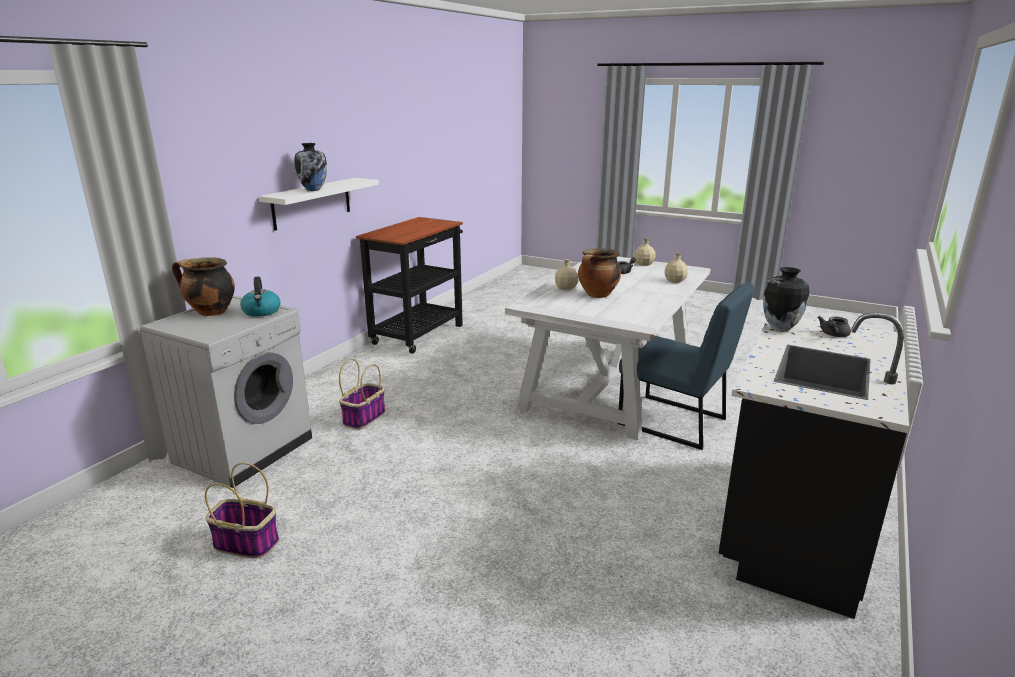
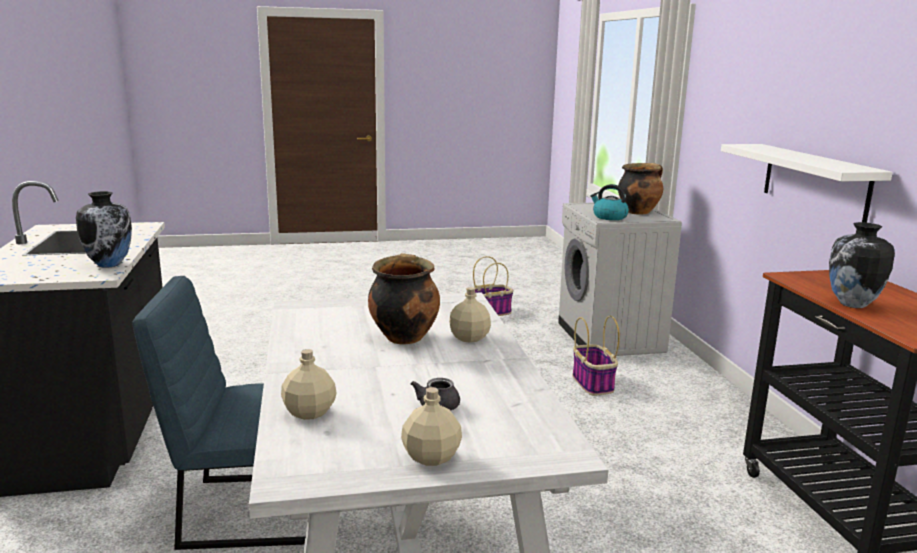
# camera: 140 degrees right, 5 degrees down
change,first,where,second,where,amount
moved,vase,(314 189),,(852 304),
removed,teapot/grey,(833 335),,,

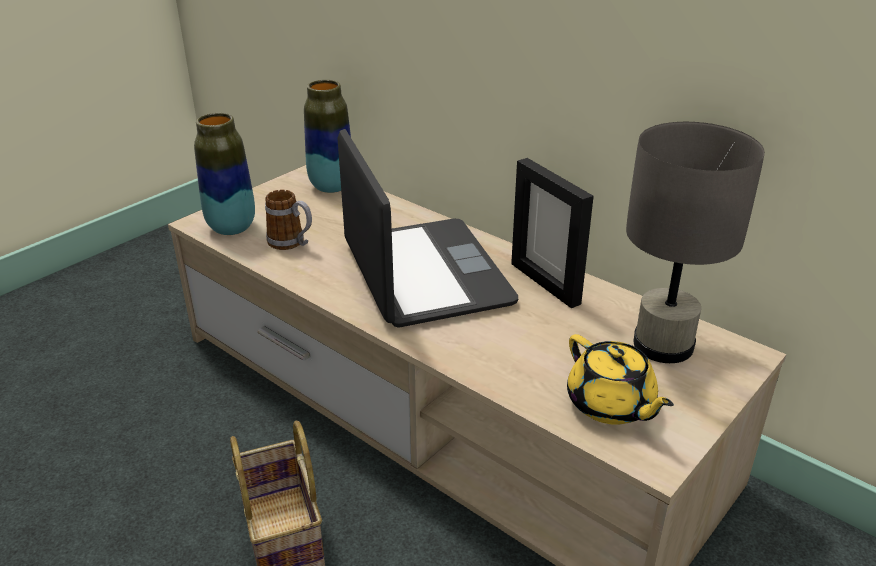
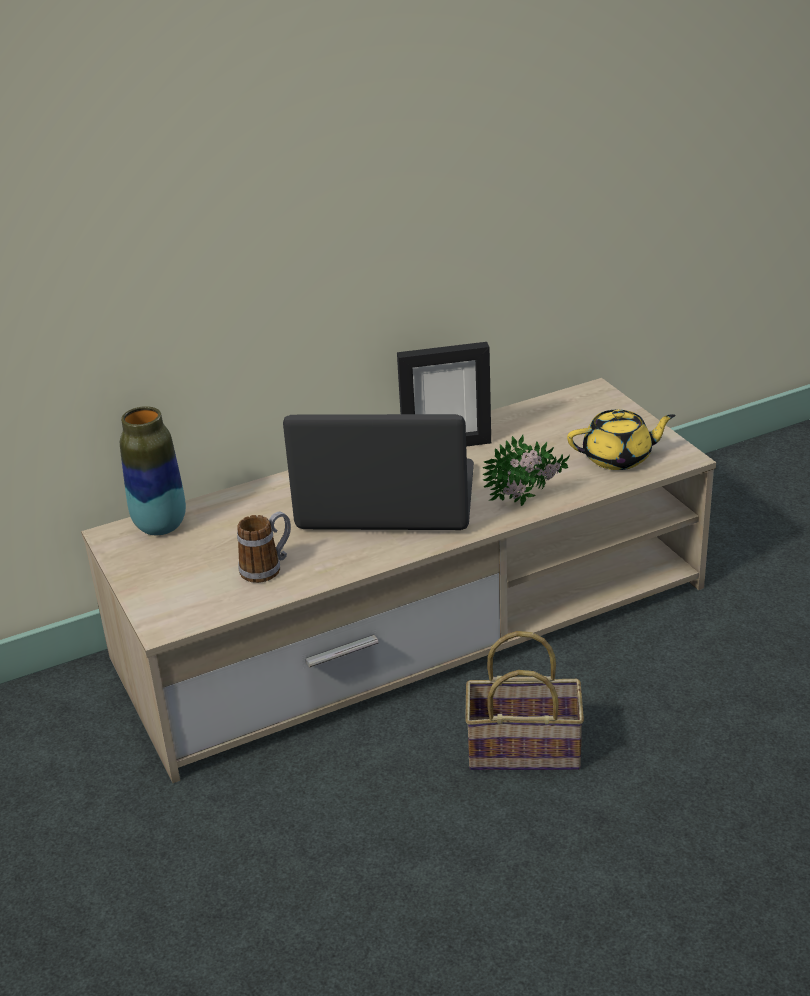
# camera: 65 degrees left, 0 degrees up
change,first,where,second,where,amount
removed,vase,(231 228),,,
removed,table lamp/grey,(664 346),,,
added,,,potted plant,(528 501),

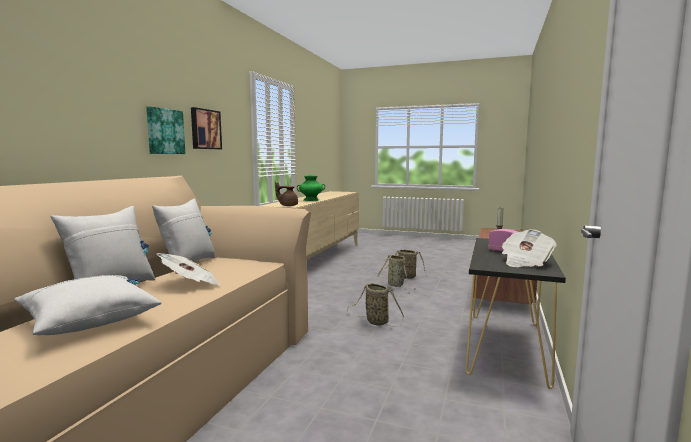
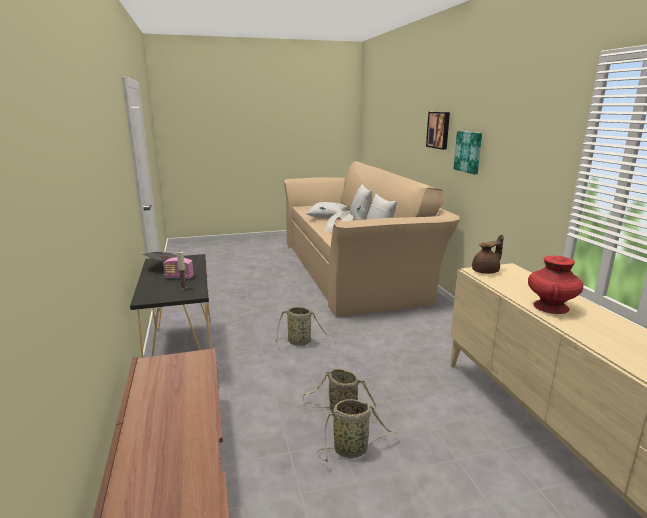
# camera: 145 degrees right, 10 degrees up
change,first,where,second,where,amount
moved,picture,(205 129),,(439 130),
recoloured,vase/green,(311 200),vase/red,(551 307),

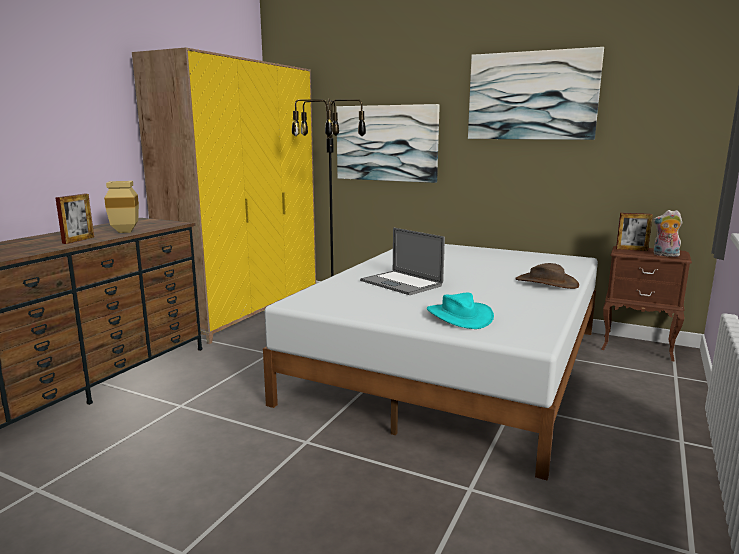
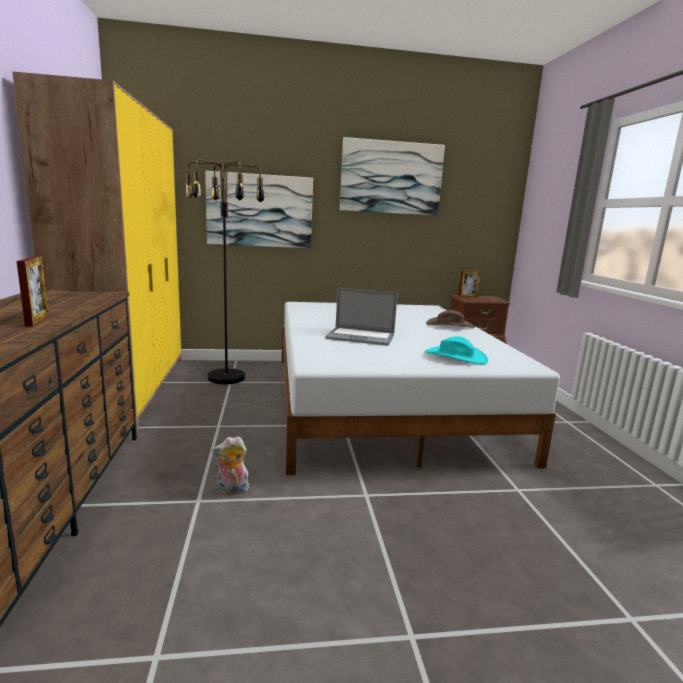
# camera: 35 degrees left, 0 degrees up
change,first,where,second,where,amount
removed,vase/beige,(127 231),,,
moved,plush toy,(665 255),,(232 490),

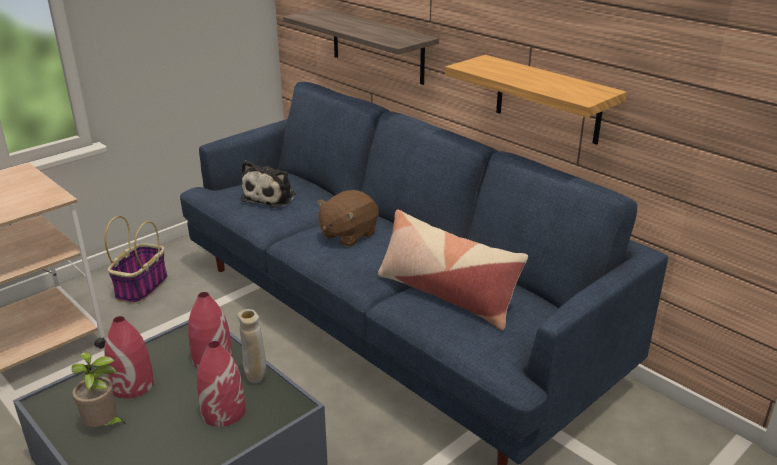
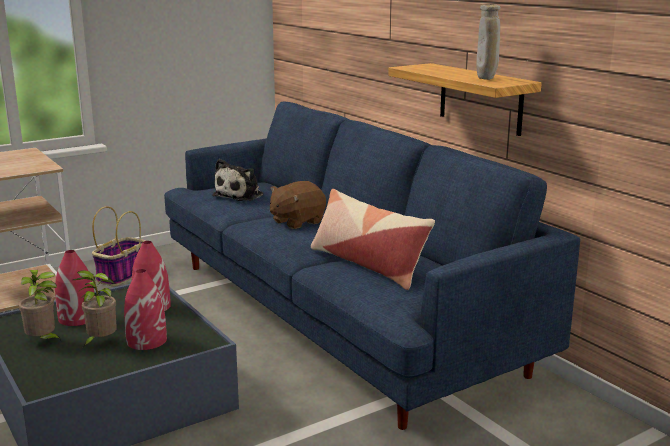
# camera: 10 degrees right, 10 degrees down
change,first,where,second,where,amount
moved,vase/beige,(256 378),,(486 79),
removed,shelf,(377 46),,,
added,,,potted plant,(100 342),

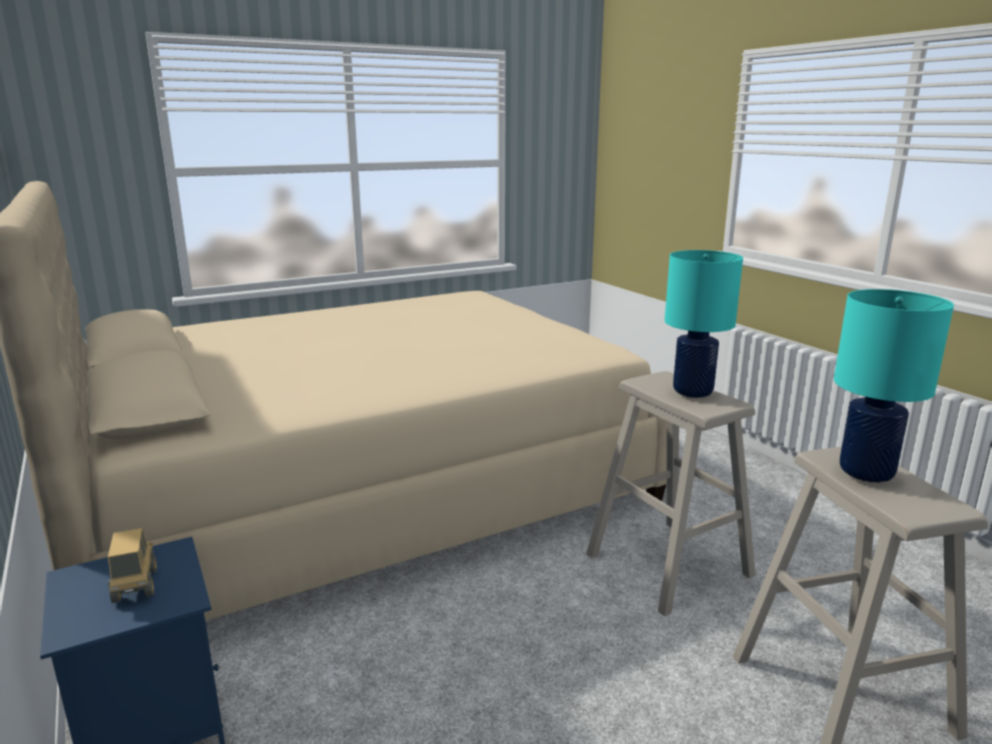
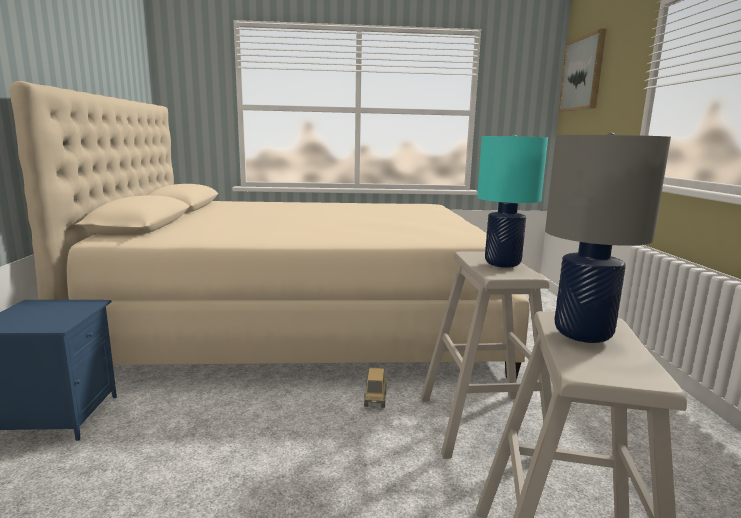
# camera: 25 degrees right, 5 degrees down
change,first,where,second,where,amount
moved,toy truck,(135 586),,(375 400),
recoloured,table lamp/turquoise,(865 475),table lamp/grey,(581 336),
added,,,picture,(582 74),

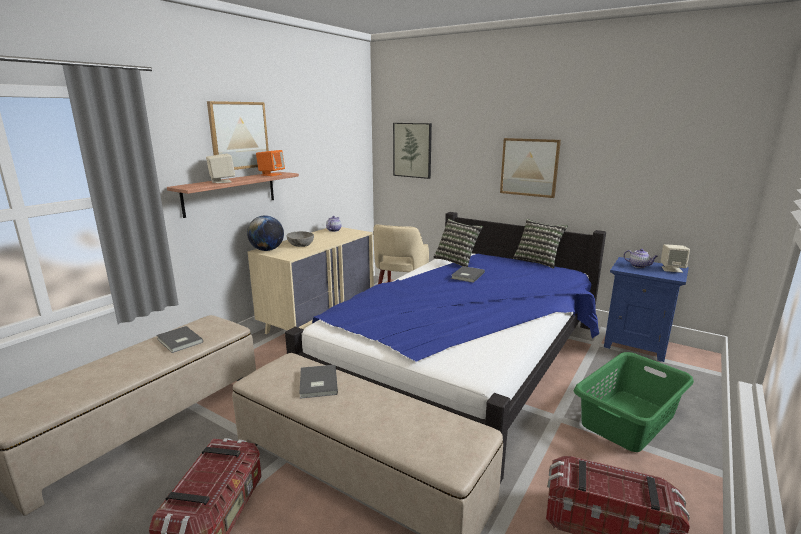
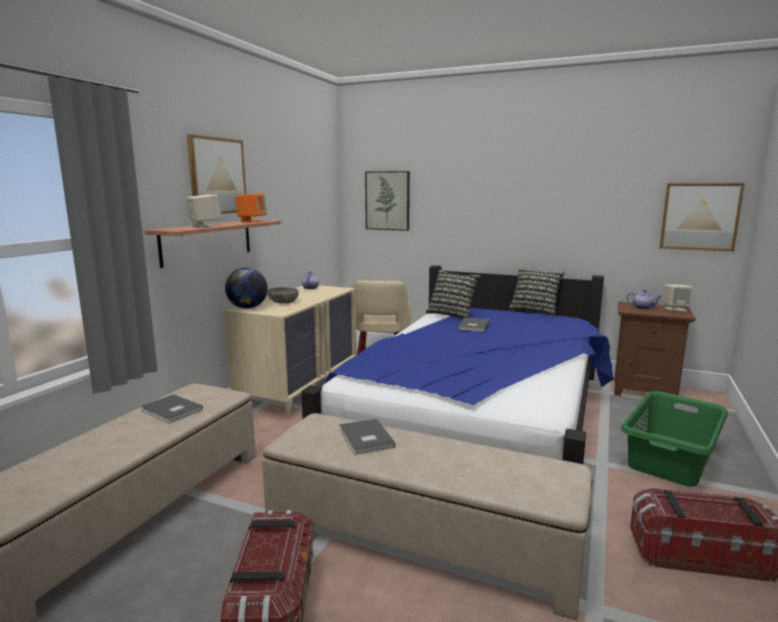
# camera: 10 degrees left, 5 degrees down
change,first,where,second,where,amount
moved,picture,(529 167),,(699 216),
recoloured,nightstand/blue,(636 346),nightstand/brown,(645 391),

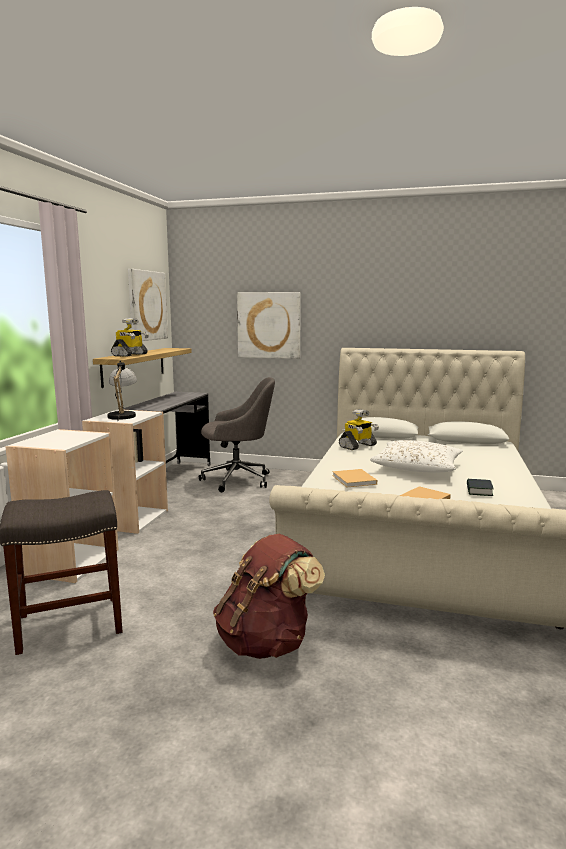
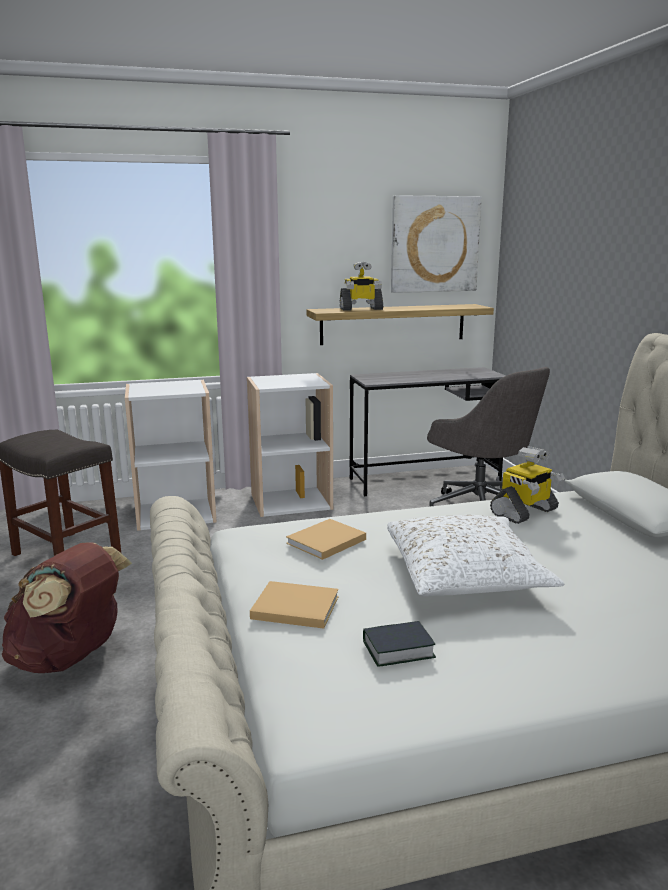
# camera: 60 degrees right, 5 degrees up
change,first,where,second,where,amount
removed,table lamp,(123 415),,,
removed,picture,(269 325),,,
turned,toy robot,(358 446),,(524 512),60 degrees counterclockwise

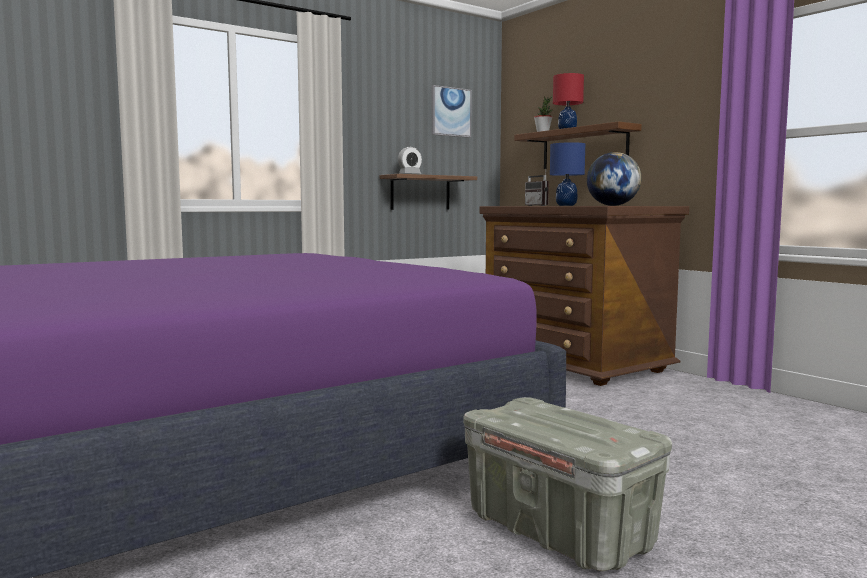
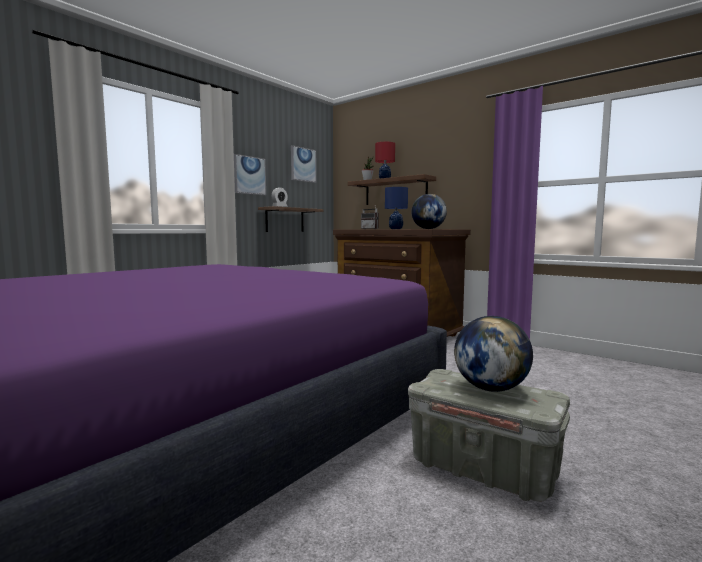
# camera: 15 degrees left, 0 degrees up
change,first,where,second,where,amount
added,,,picture,(249 175),
added,,,globe,(490 388),

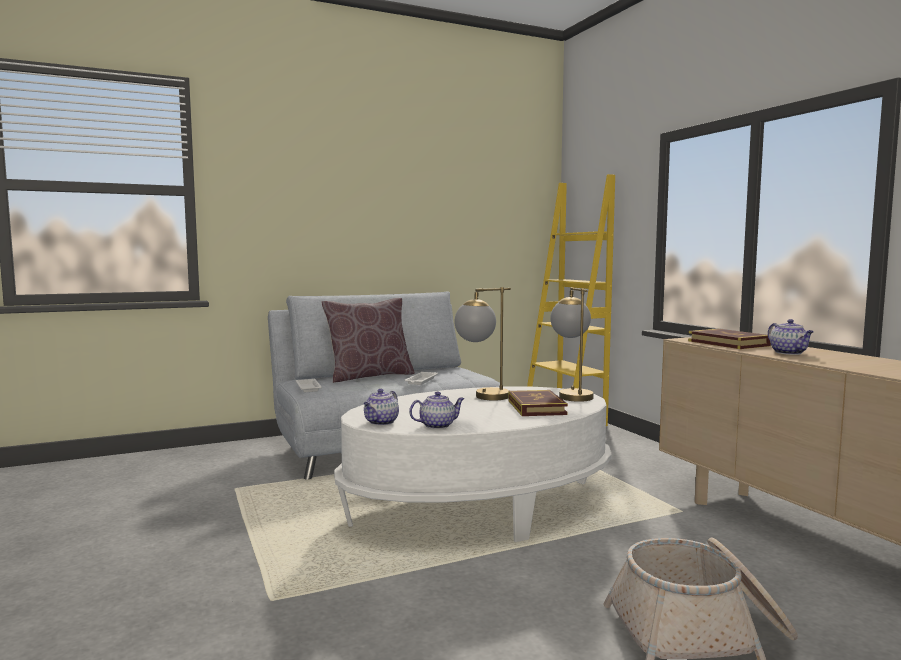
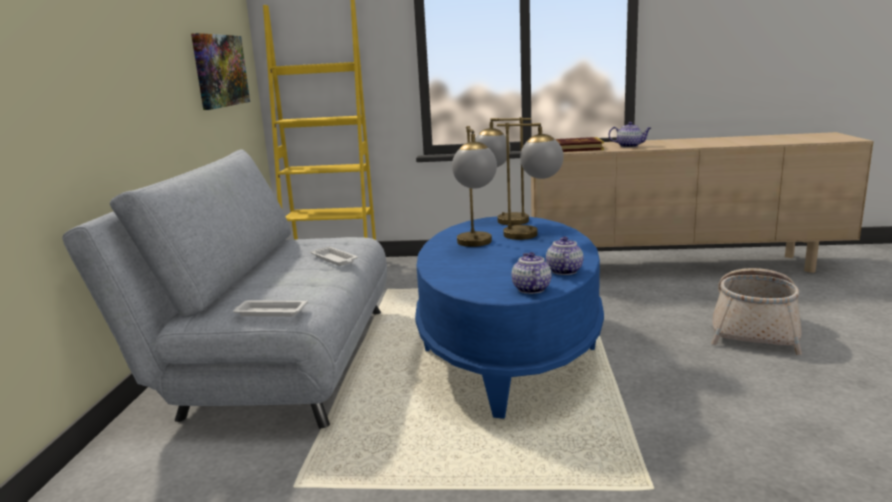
# camera: 60 degrees left, 10 degrees up
change,first,where,second,where,amount
removed,pillow/brown,(369 376),,,
recoloured,coffee table/white,(479 507),coffee table/blue,(509 348),
turned,teapot,(381 422),,(530 289),150 degrees counterclockwise
replaced,book,(536 407),table lamp,(533 235),
added,,,picture,(220 71),

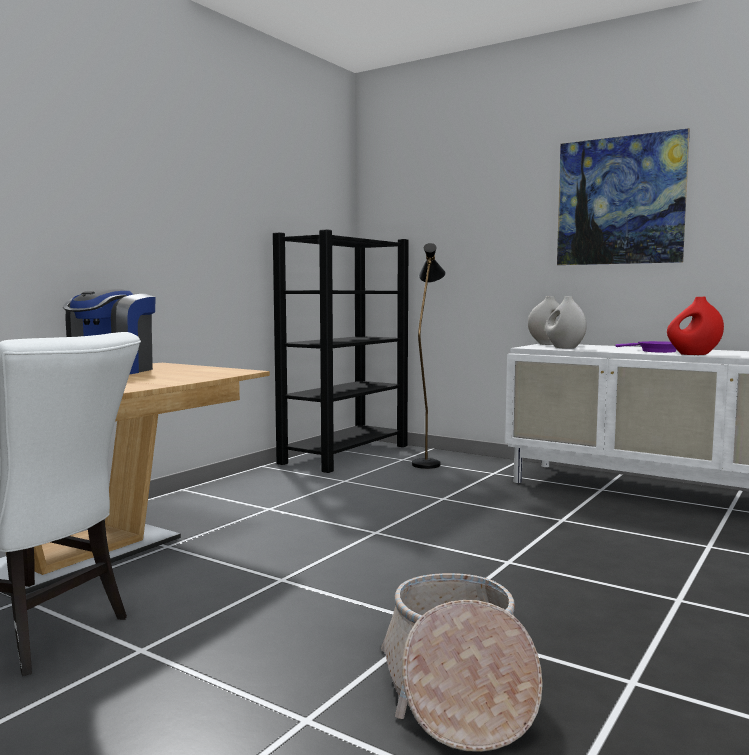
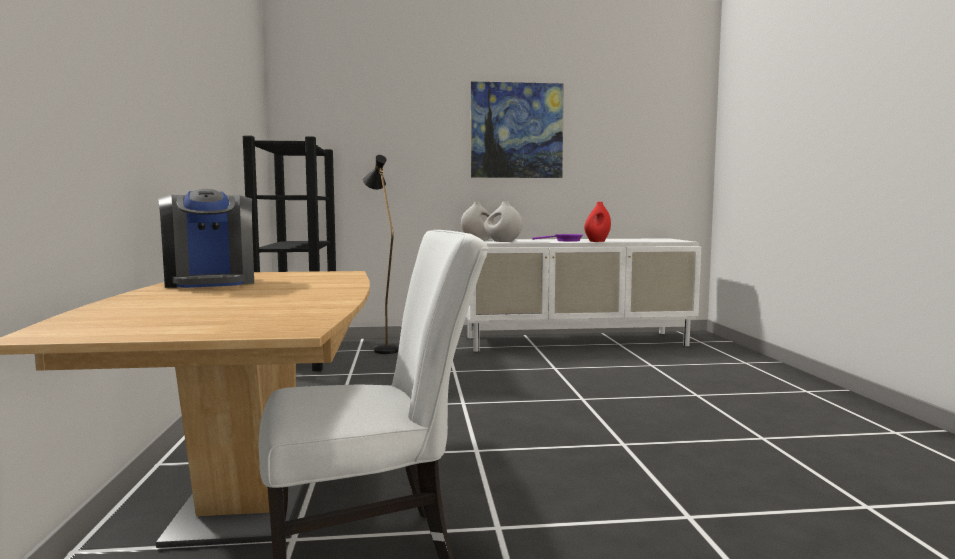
# camera: 40 degrees left, 0 degrees up
change,first,where,second,where,amount
removed,basket,(457 692),,,

